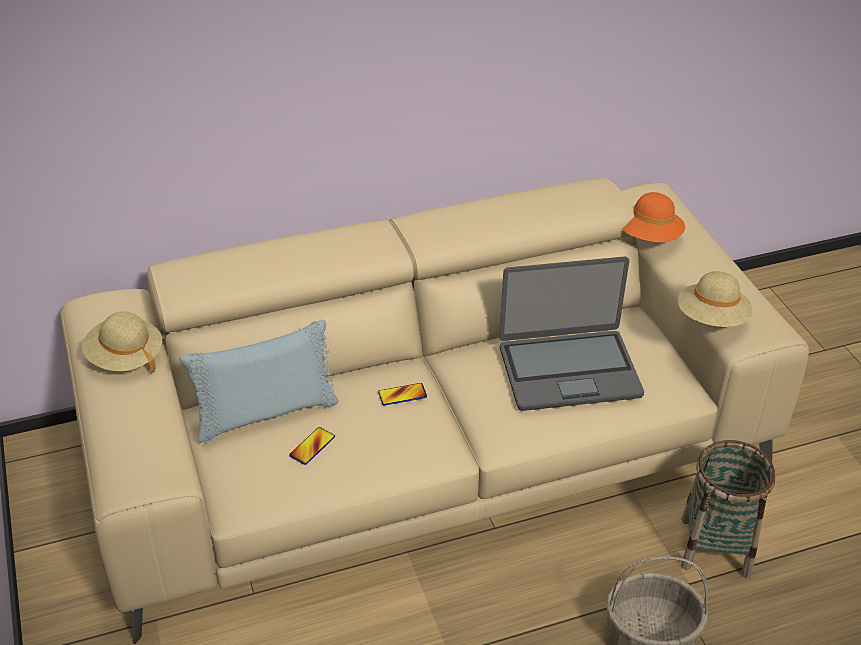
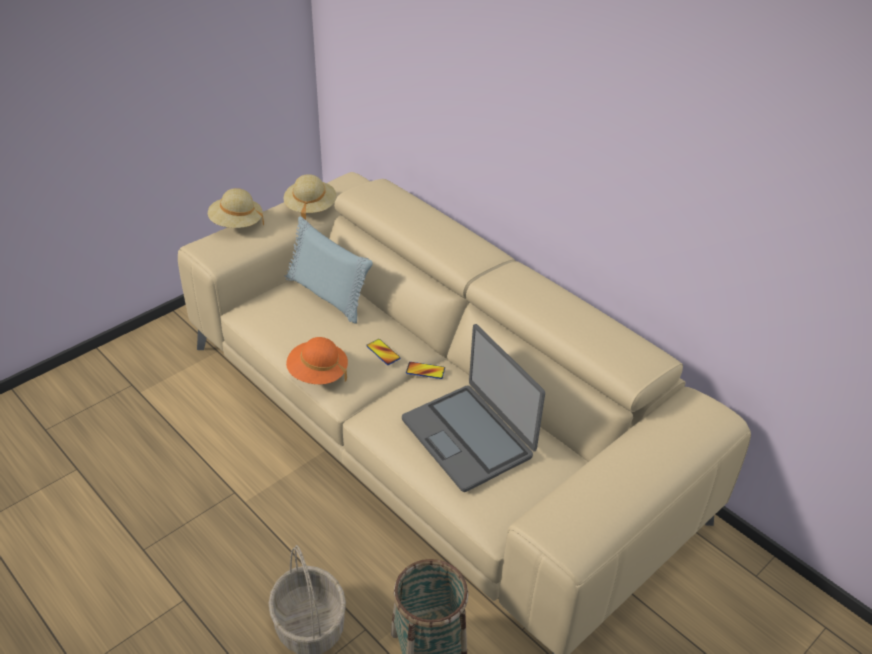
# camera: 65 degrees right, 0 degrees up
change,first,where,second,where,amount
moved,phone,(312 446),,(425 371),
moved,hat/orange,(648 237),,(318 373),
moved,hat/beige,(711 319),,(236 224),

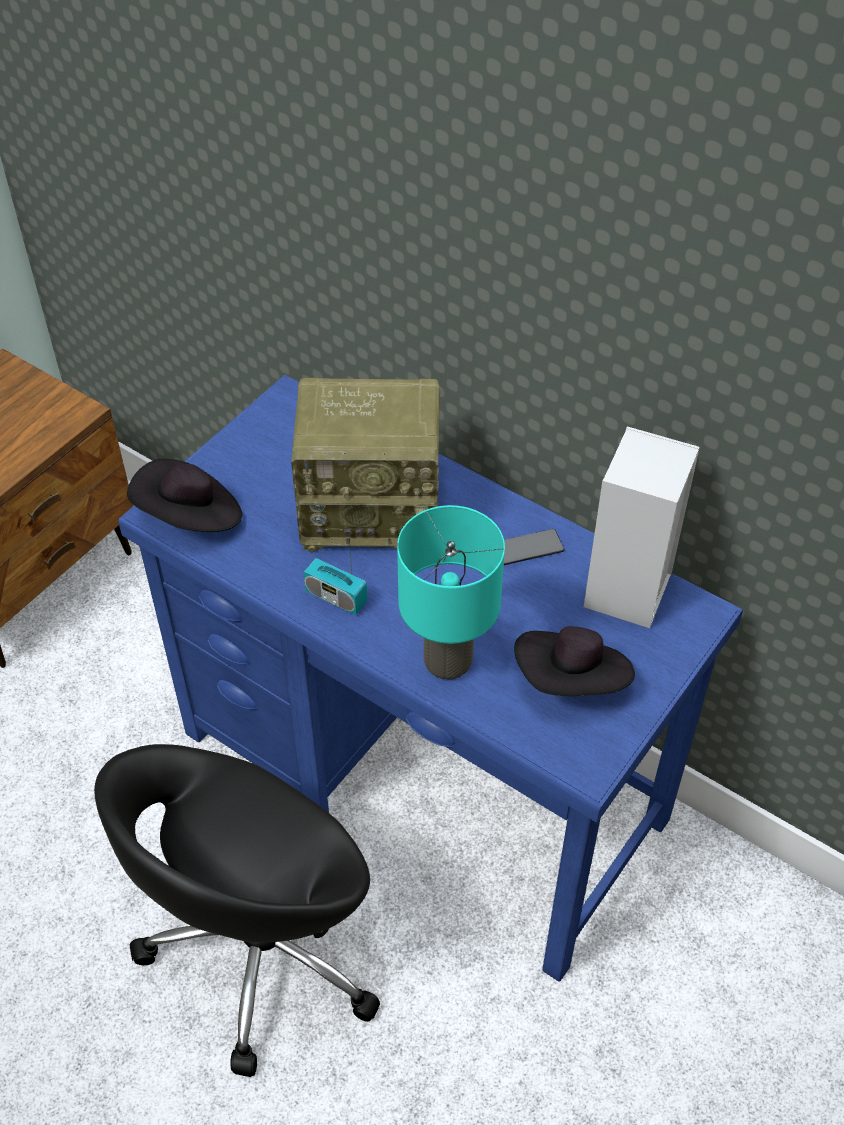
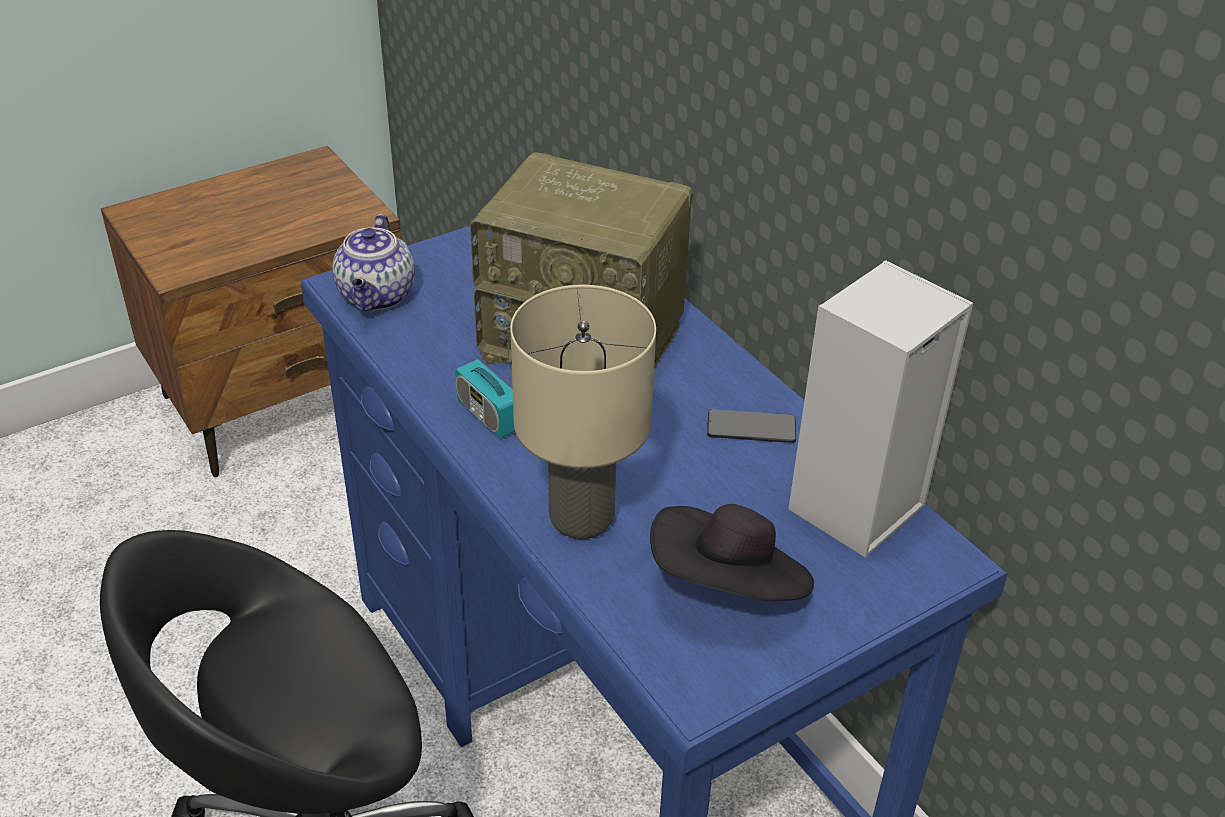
# camera: 20 degrees right, 10 degrees down
change,first,where,second,where,amount
replaced,hat/black,(190 517),teapot,(377 297),
recoloured,table lamp/turquoise,(448 660),table lamp/beige,(584 518),

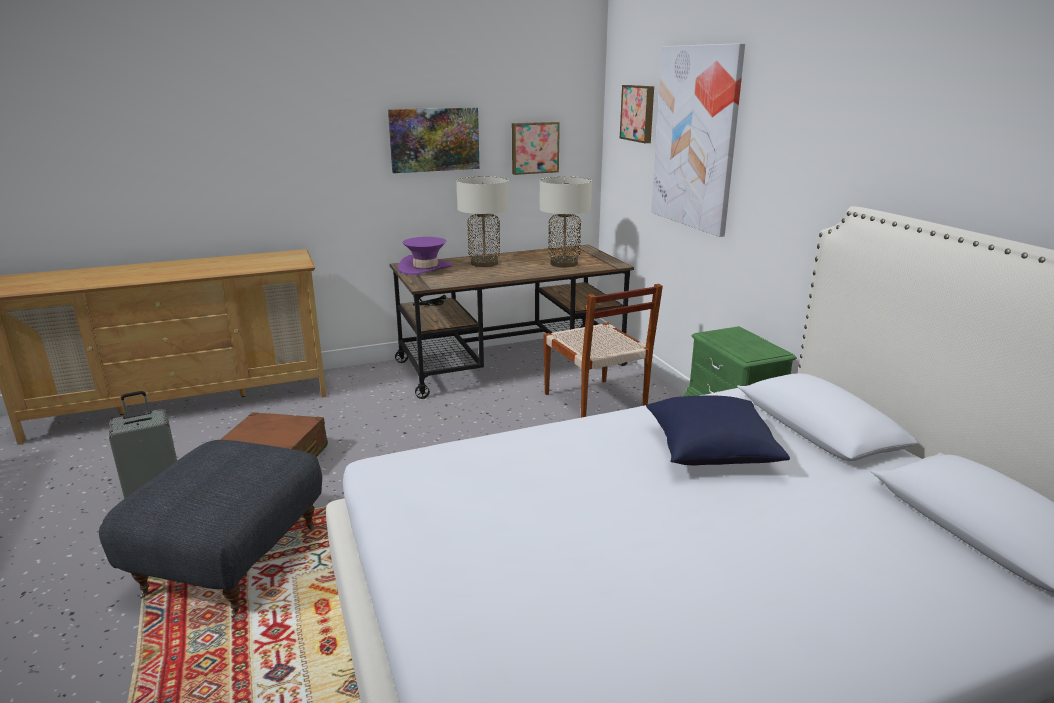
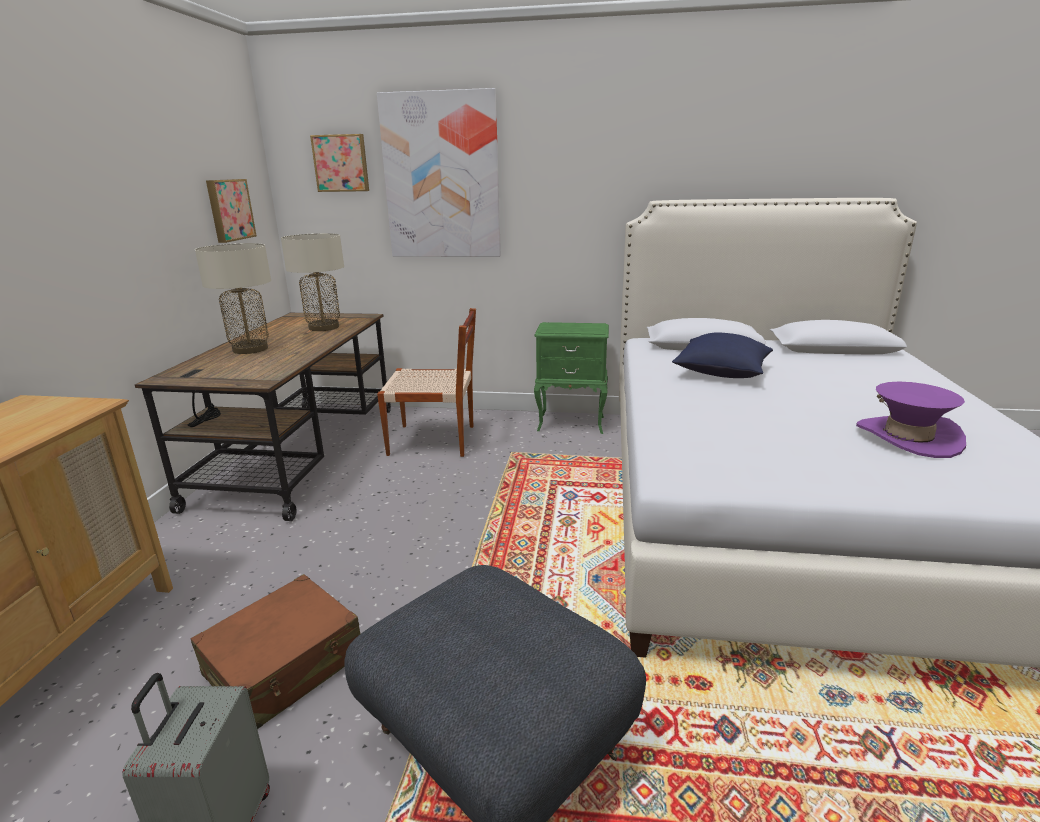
# camera: 60 degrees left, 0 degrees up
change,first,where,second,where,amount
removed,picture,(434 139),,,
moved,hat/purple,(426 268),,(907 437),

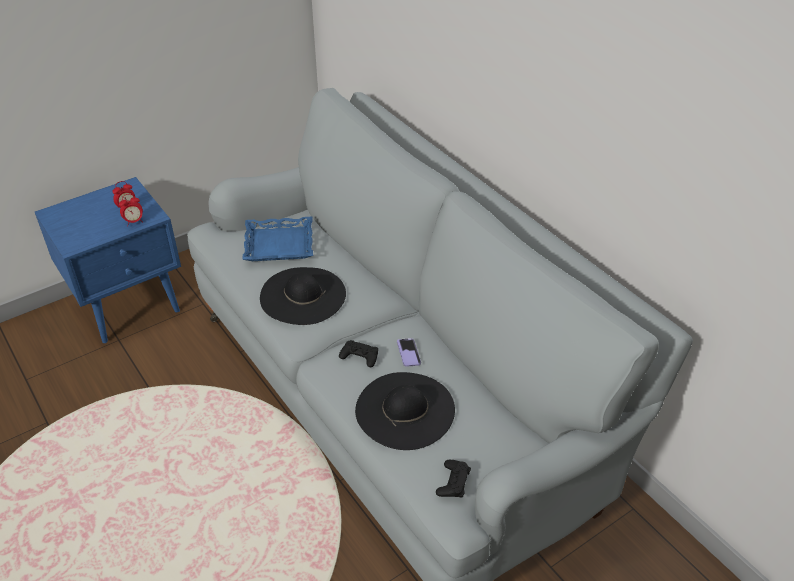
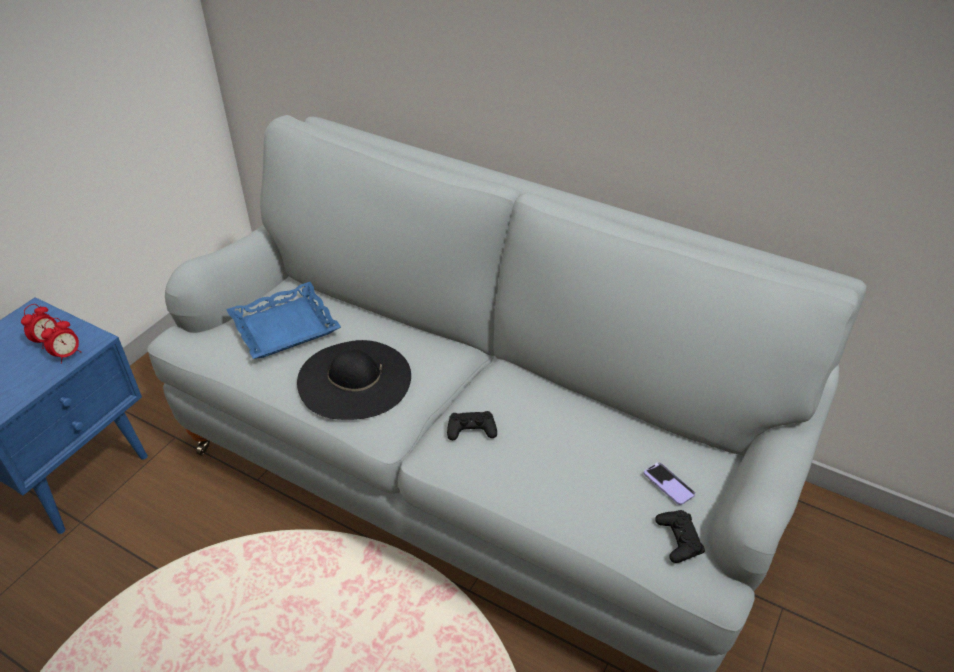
# camera: 25 degrees left, 0 degrees up
change,first,where,second,where,amount
removed,hat/black,(405 410),,,
moved,phone,(408 353),,(668 484),

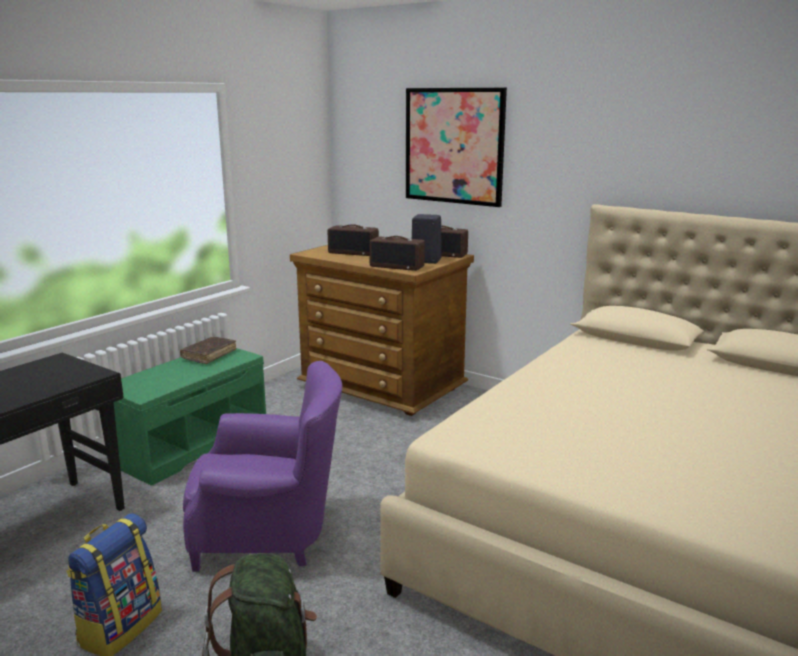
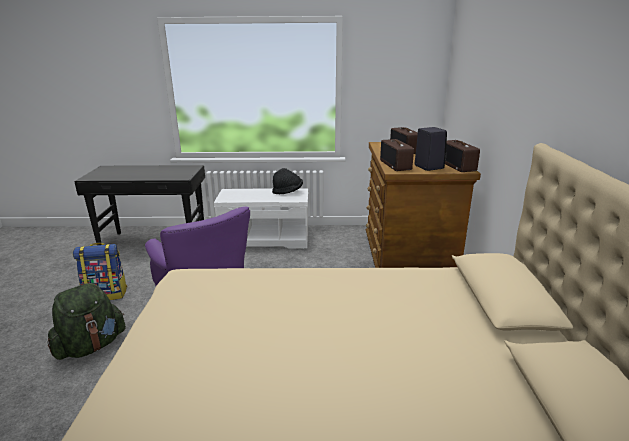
# camera: 55 degrees right, 5 degrees up
change,first,where,second,where,amount
recoloured,bench/green,(192 444),bench/white,(266 239),
replaced,book/brown,(209 355),hat/black,(287 192),
removed,picture,(454 146),,,

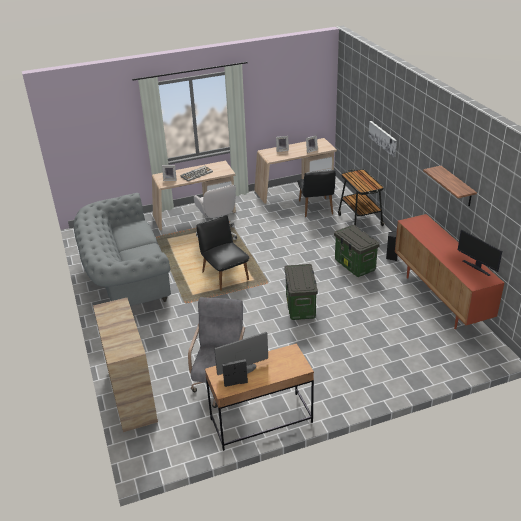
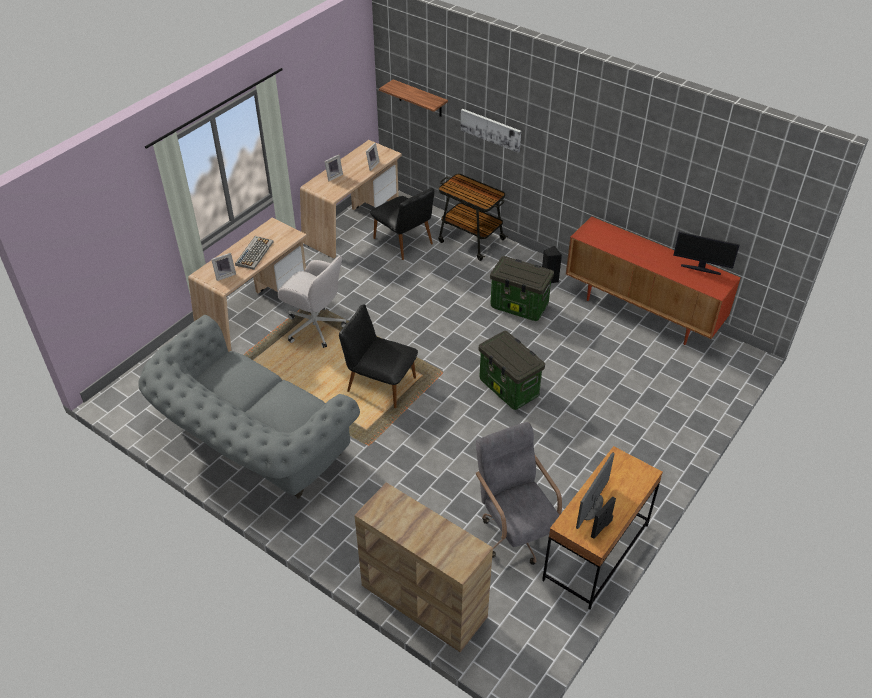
# camera: 35 degrees left, 10 degrees up
change,first,where,second,where,amount
moved,shelf,(457 186),,(420 98),

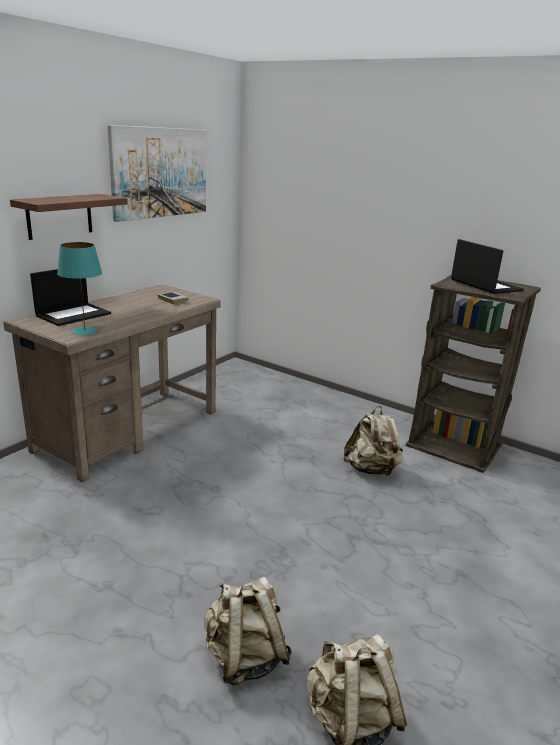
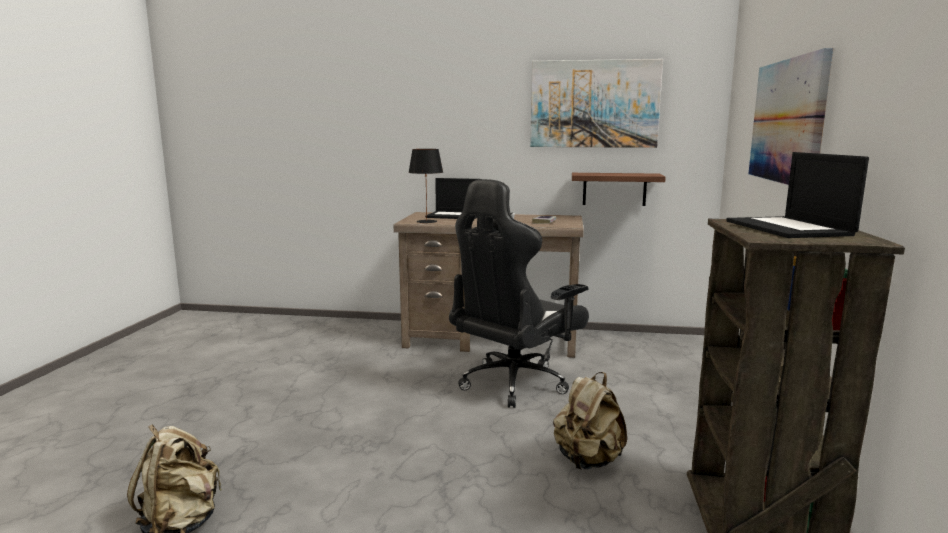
# camera: 65 degrees right, 10 degrees down
change,first,where,second,where,amount
moved,shelf,(59 216),,(614 189),
recoloured,table lamp/turquoise,(85 331),table lamp/black,(426 221),
removed,backpack/beige,(244 657),,,
turned,laptop,(484 285),,(789 228),135 degrees clockwise
added,,,office chair/black,(517 382),
added,,,picture,(787 121),

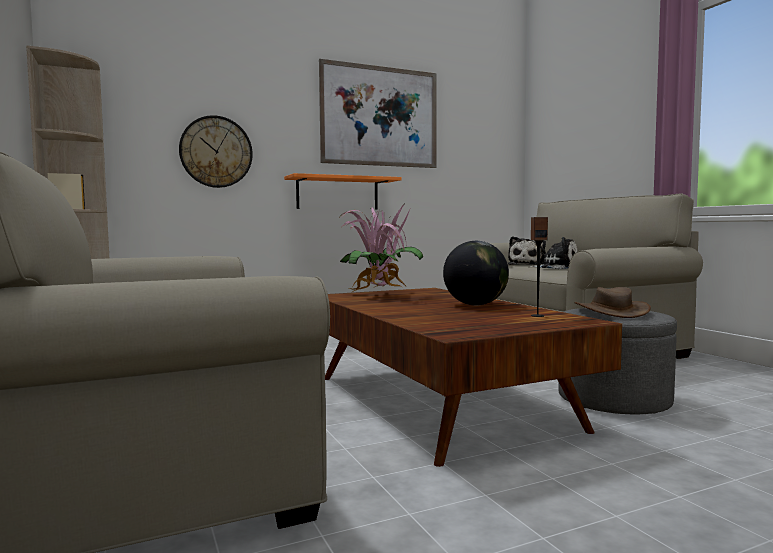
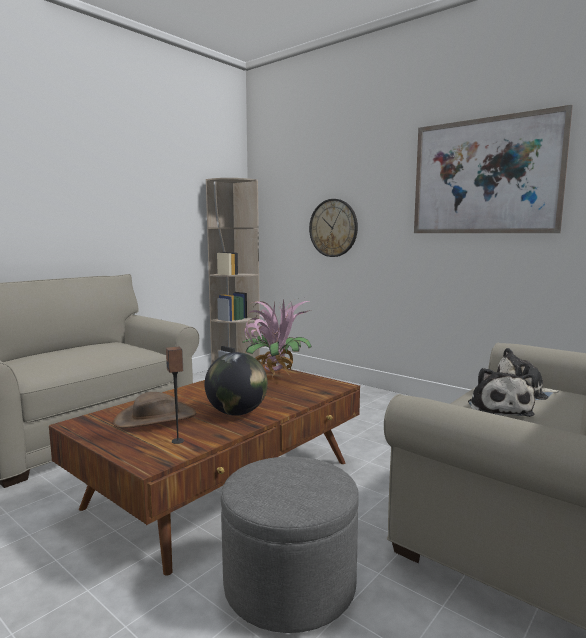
# camera: 65 degrees right, 5 degrees up
change,first,where,second,where,amount
removed,shelf/orange,(337 193),,,
moved,hat/brown,(611 311),,(155 418),

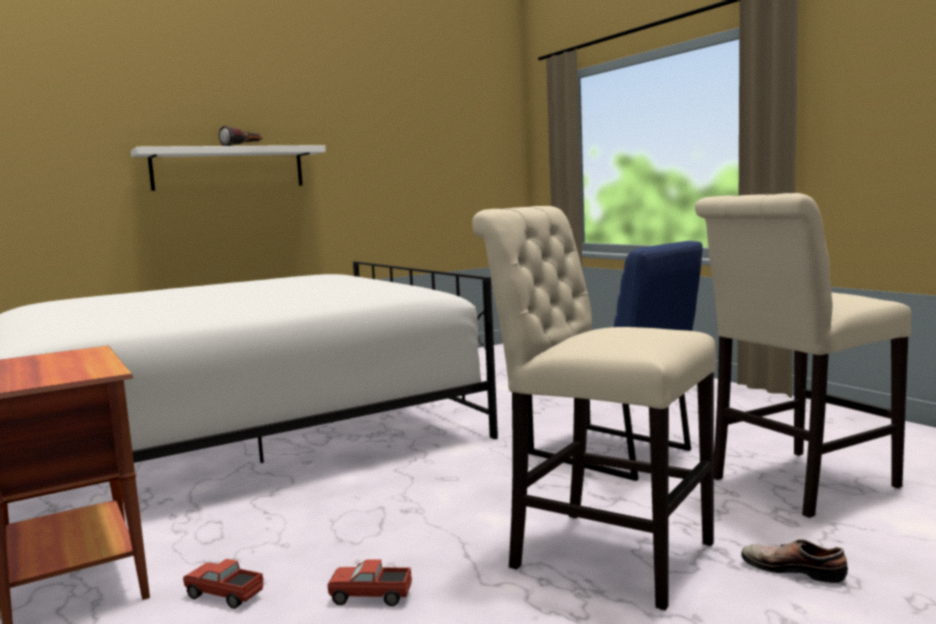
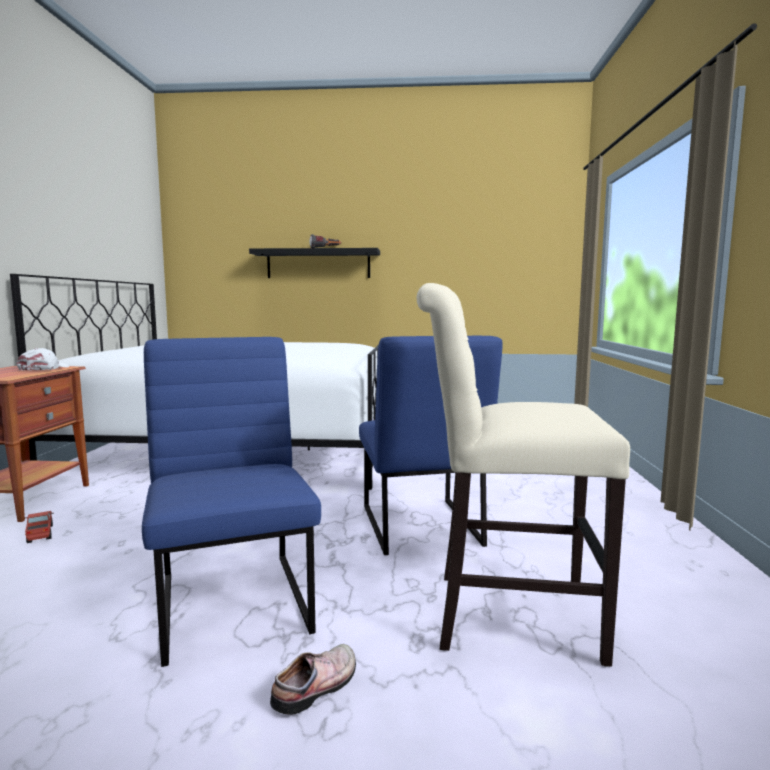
# camera: 35 degrees right, 0 degrees up
change,first,where,second,where,amount
recoloured,shelf/white,(228 168),shelf/black,(318 264),
removed,toy truck,(371 597),,,
replaced,stool/beige,(601 553),chair/blue,(234 599),
turned,shoe,(793 568),,(318 687),60 degrees clockwise
added,,,cap/white,(44 369),

